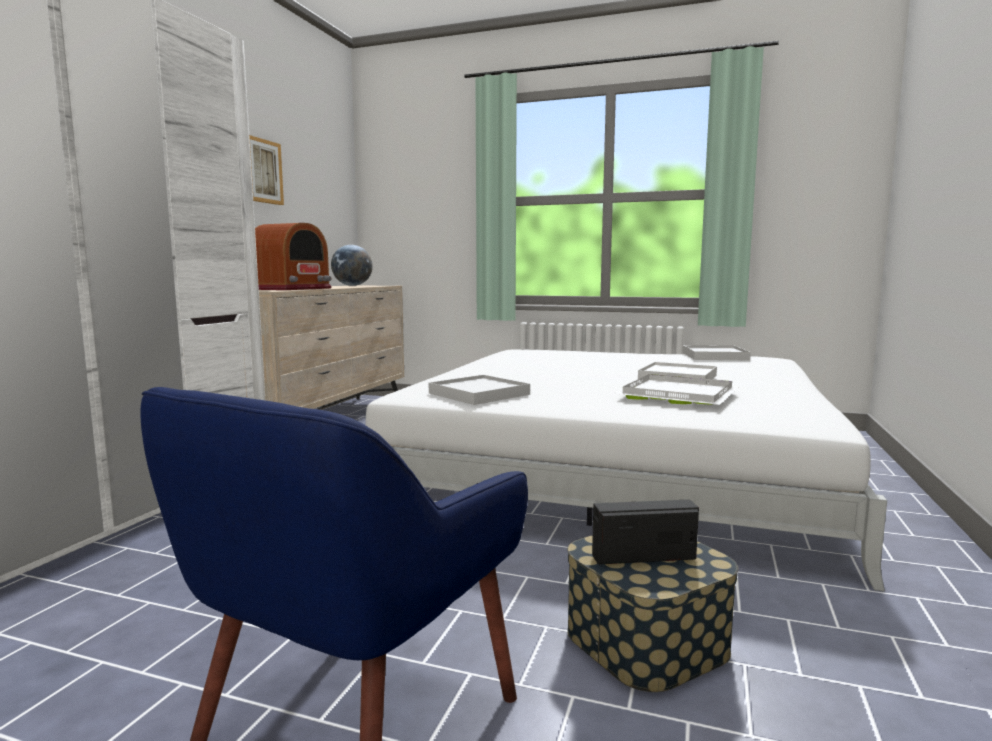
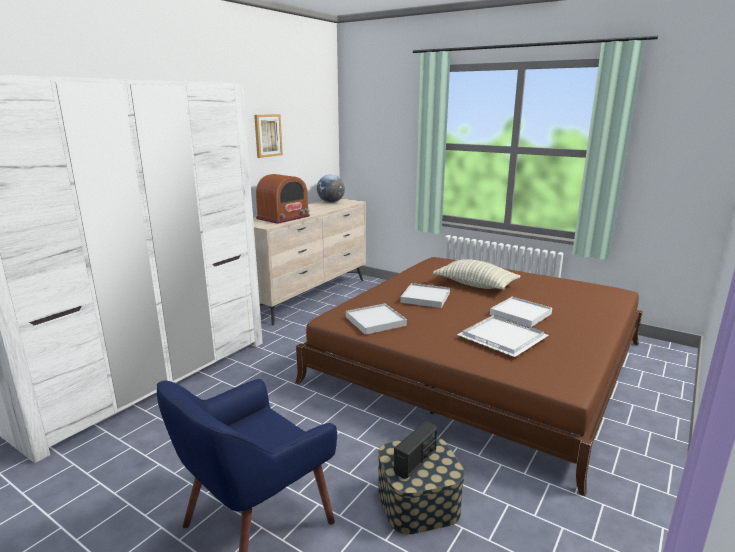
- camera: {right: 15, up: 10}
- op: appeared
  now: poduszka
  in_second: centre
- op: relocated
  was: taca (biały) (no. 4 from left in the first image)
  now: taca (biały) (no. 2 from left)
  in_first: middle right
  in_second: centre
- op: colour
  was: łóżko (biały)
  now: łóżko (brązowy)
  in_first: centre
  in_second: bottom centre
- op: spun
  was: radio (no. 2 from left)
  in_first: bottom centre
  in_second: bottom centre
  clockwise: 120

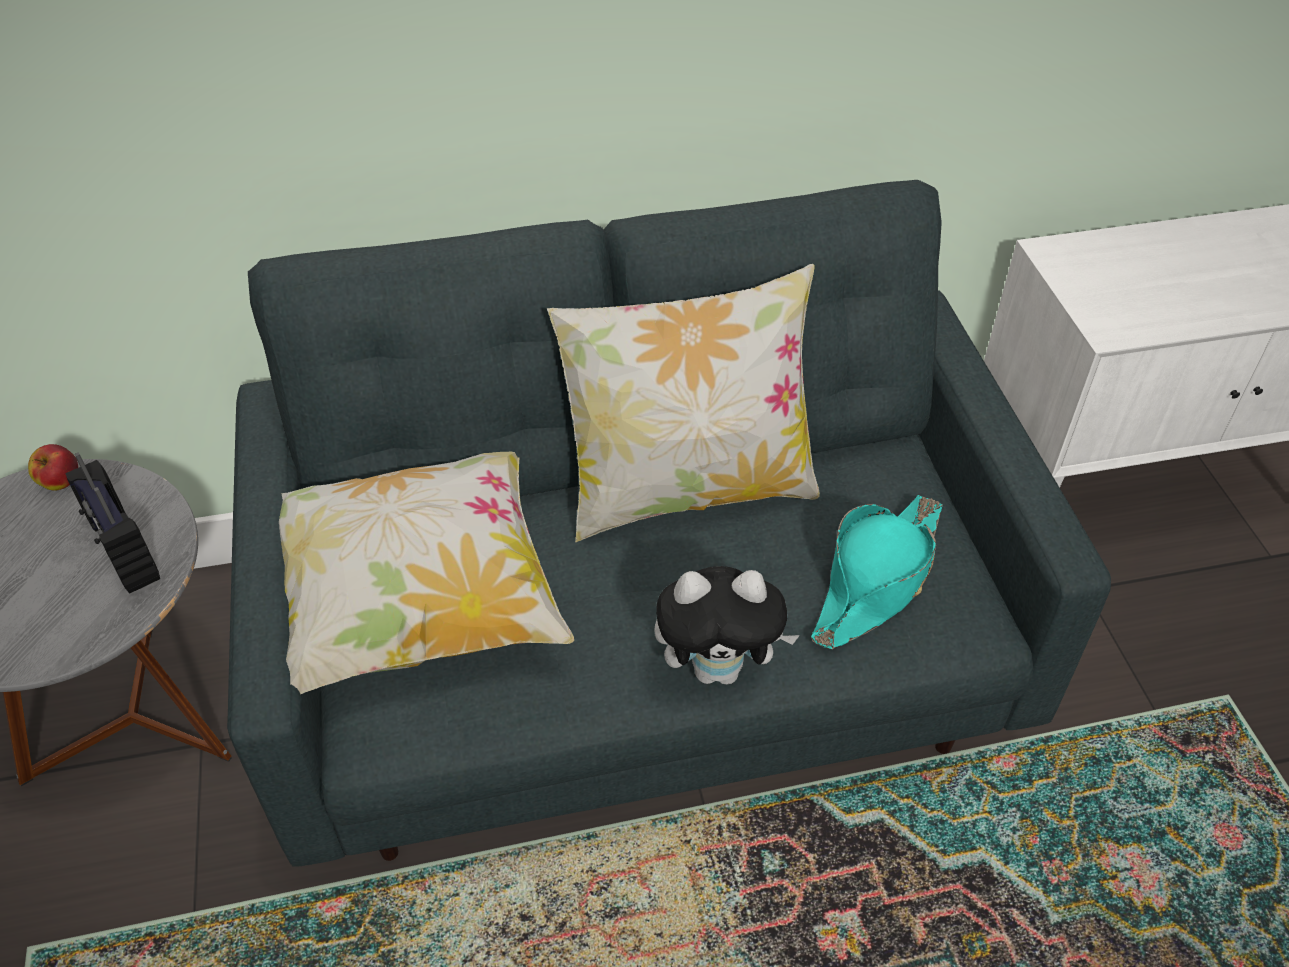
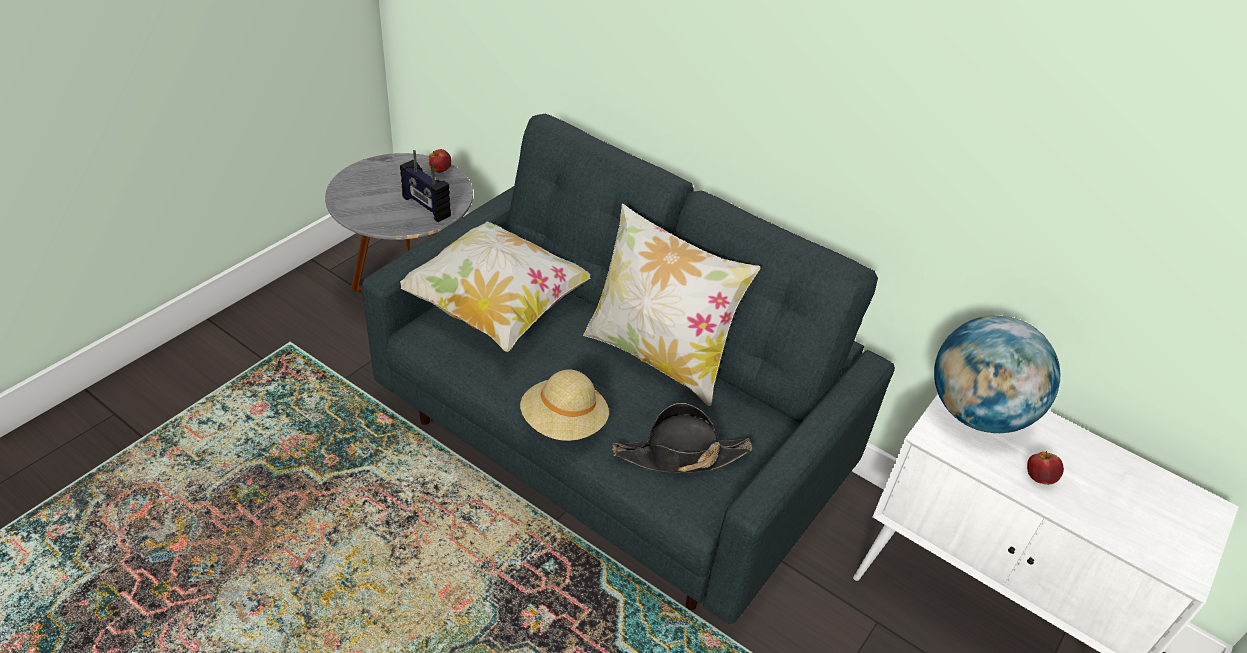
- camera: {right: 45, up: -5}
- op: appeared
  now: globus
  in_second: middle right
- op: appeared
  now: jabłko (no. 2 from left)
  in_second: bottom right
- op: exchanged
  was: pluszak
  now: kapelusz (beżowy)
  in_first: centre
  in_second: centre
- op: colour
  was: kapelusz (turkusowy)
  now: kapelusz (czarny)
  in_first: middle right
  in_second: bottom centre
- op: spun
  was: radio
  in_first: middle left
  in_second: top centre
  clockwise: -60

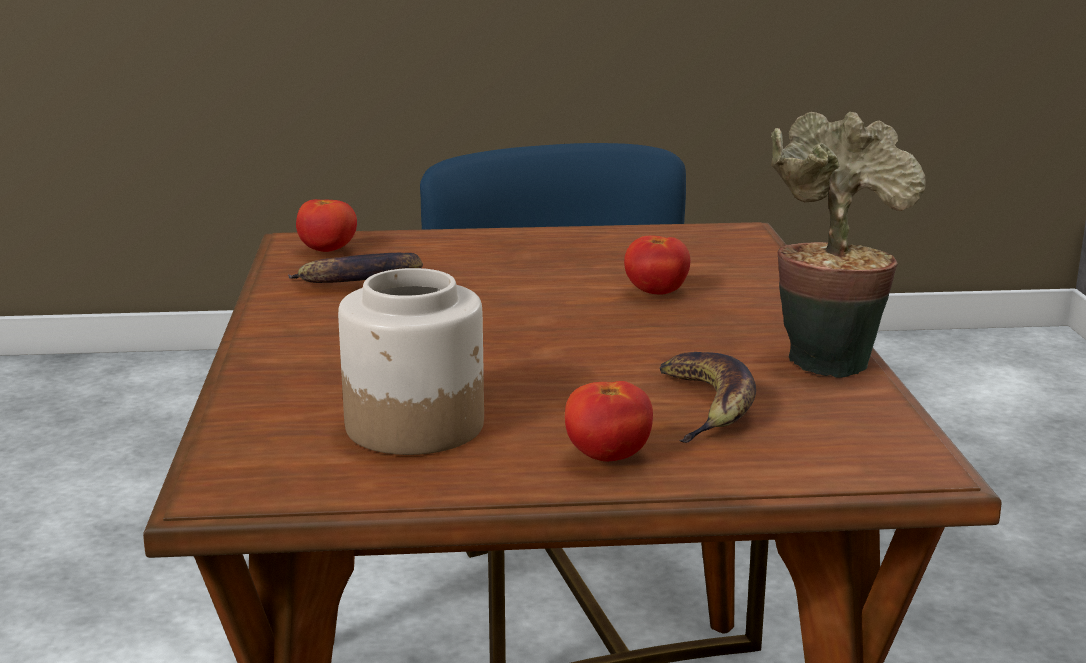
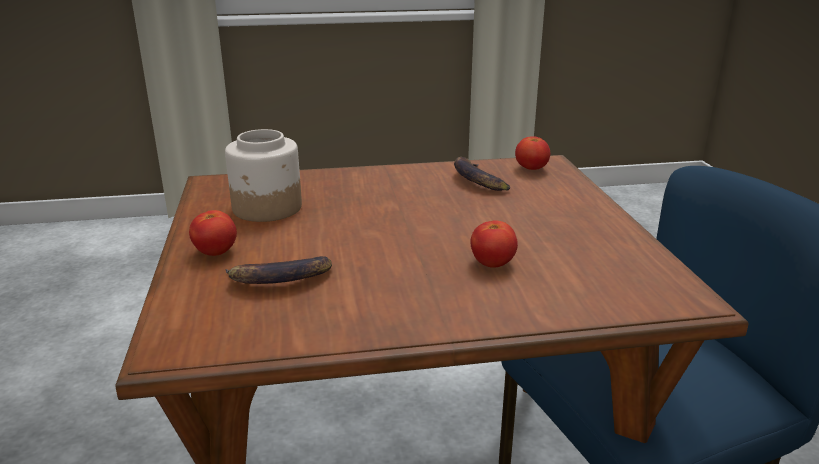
- camera: {right: 85, up: 5}
- op: missing
  was: roślina doniczkowa
  in_first: middle right

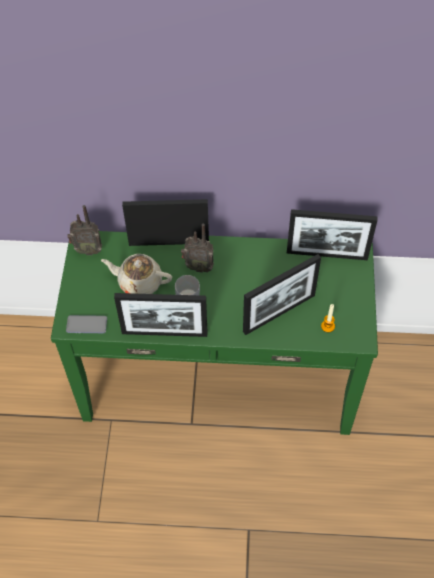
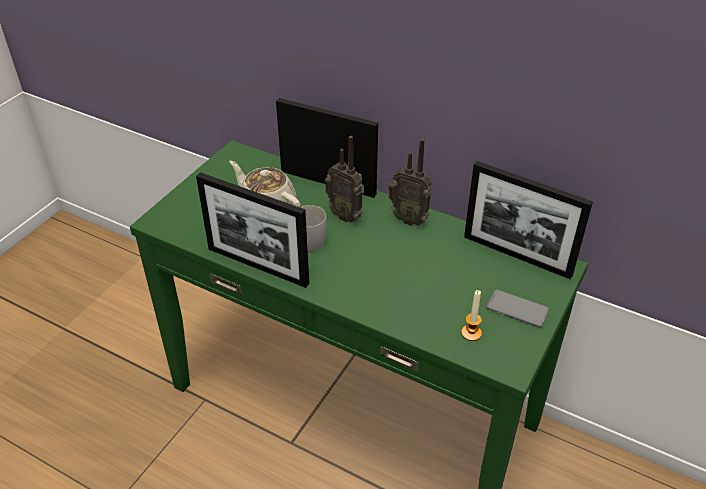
- camera: {right: 25, up: -15}
- op: missing
  was: ramka na zdjęcie (no. 3 from left)
  in_first: centre
- op: relocated
  was: telefon
  in_first: middle left
  in_second: middle right
- op: relocated
  was: radio (no. 1 from left in the first image)
  now: radio (no. 2 from left)
  in_first: middle left
  in_second: centre

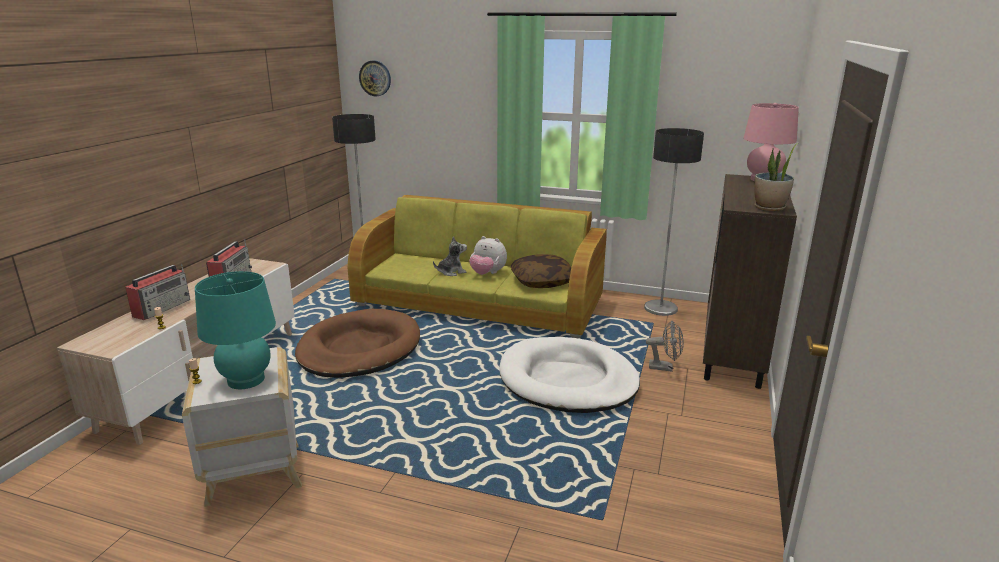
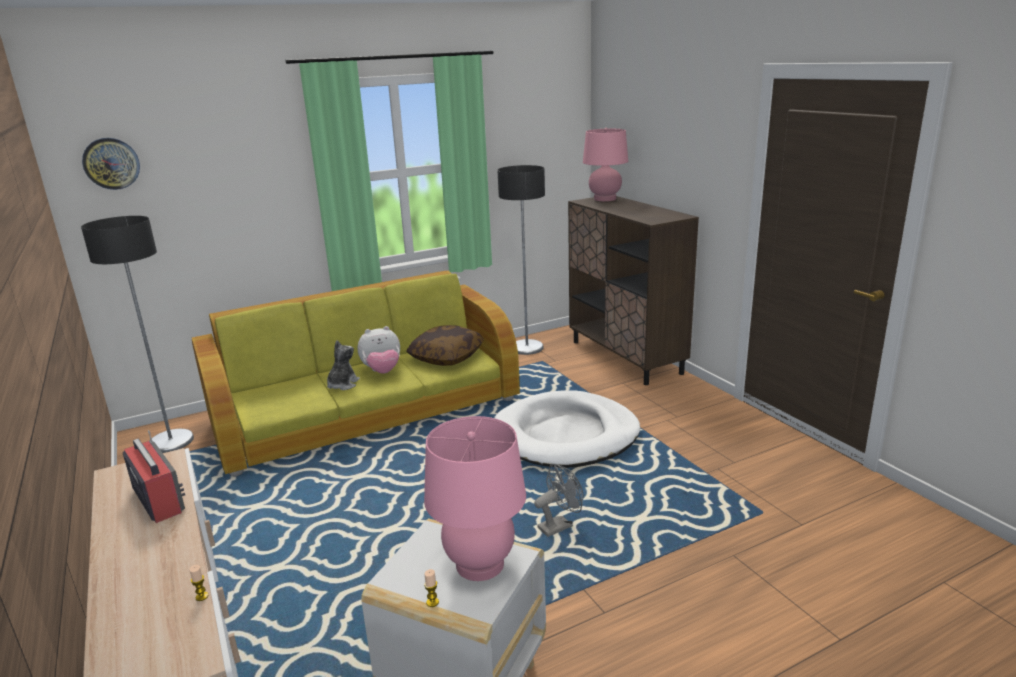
- camera: {right: -45, up: 0}
- op: missing
  was: radio (no. 1 from left)
  in_first: middle left
- op: missing
  was: legowisko (brązowy)
  in_first: centre
- op: missing
  was: roślina doniczkowa
  in_first: top right
- op: relocated
  was: wentylator (szary)
  in_first: centre
  in_second: bottom centre
- op: colour
  was: lampa stołowa (turkusowy)
  now: lampa stołowa (różowy) (no. 1 from left)
  in_first: middle left
  in_second: bottom centre

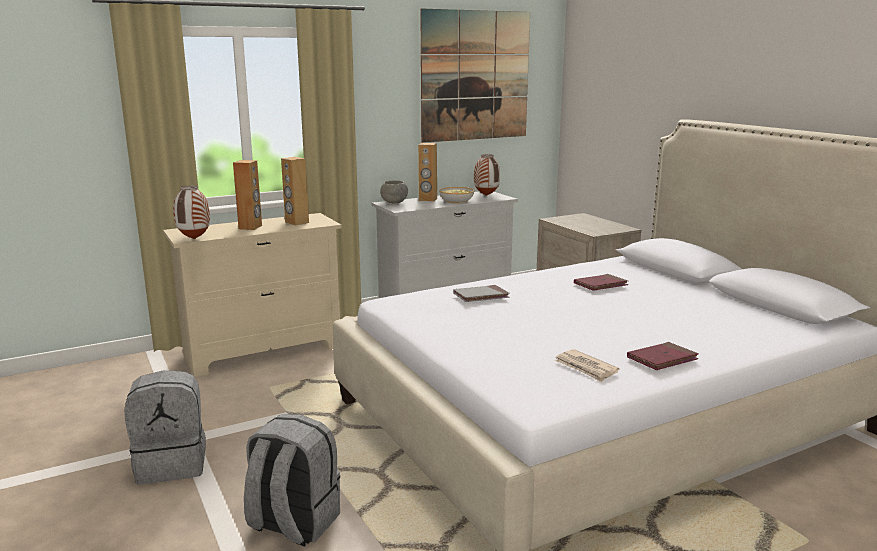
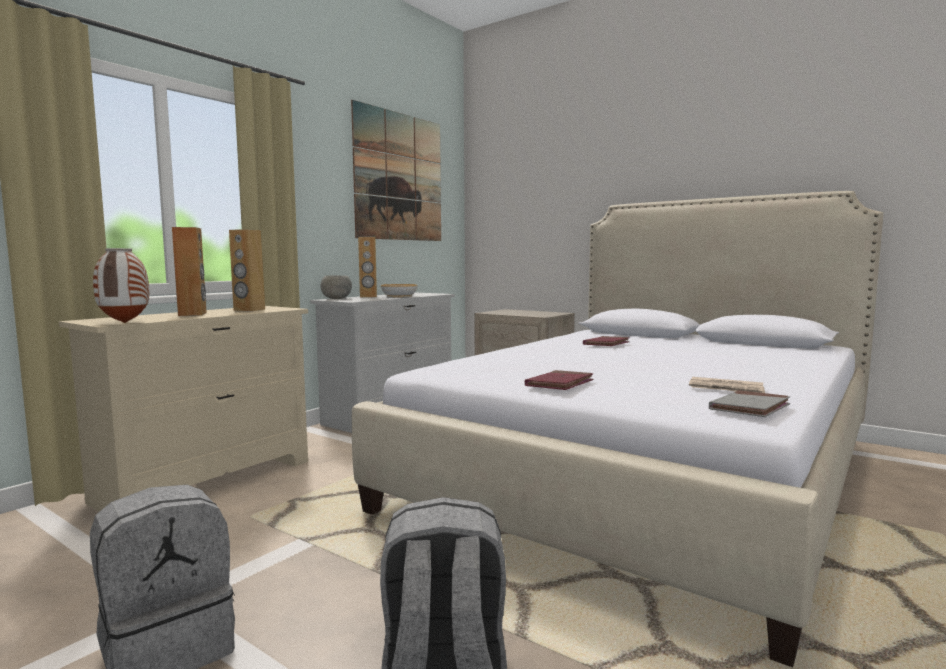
- camera: {right: -25, up: -10}
- op: missing
  was: wazon (no. 2 from left)
  in_first: top centre
- op: relocated
  was: książka (szary)
  in_first: centre
  in_second: middle right
- op: relocated
  was: książka (czerwony) (no. 2 from left in the first image)
  now: książka (czerwony) (no. 1 from left)
  in_first: middle right
  in_second: centre

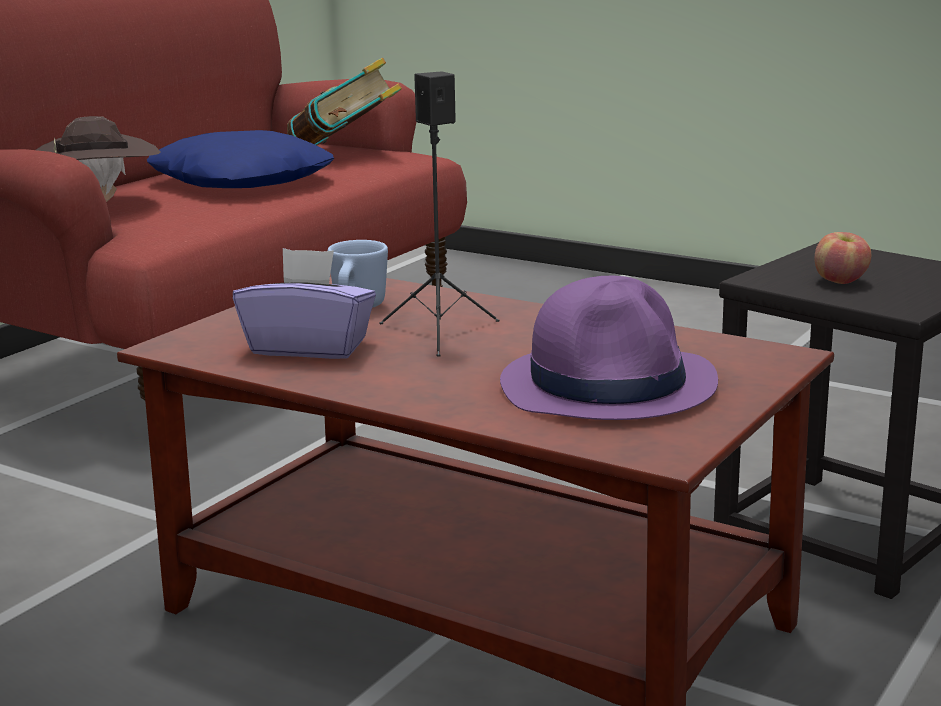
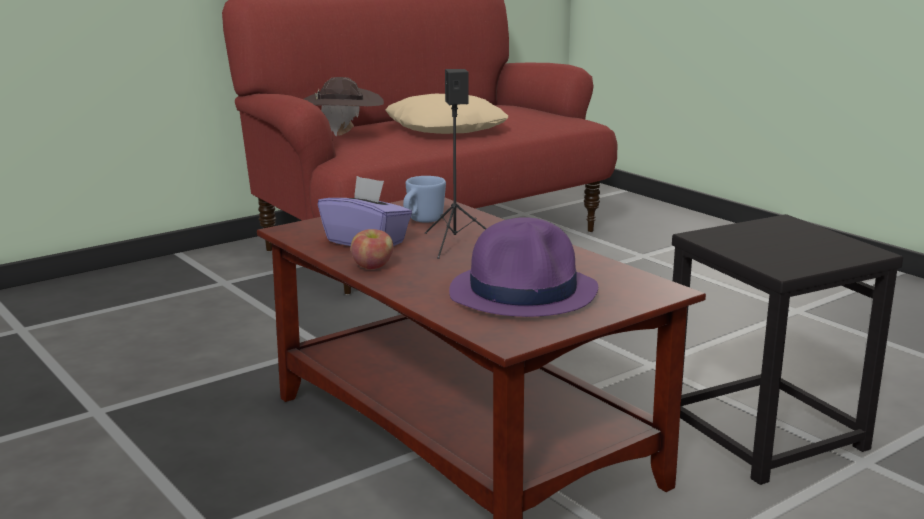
- camera: {right: 20, up: 0}
- op: missing
  was: książka
  in_first: top centre
- op: relocated
  was: jabłko
  in_first: middle right
  in_second: centre
- op: colour
  was: poduszka (niebieski)
  now: poduszka (beżowy)
  in_first: top left
  in_second: top centre

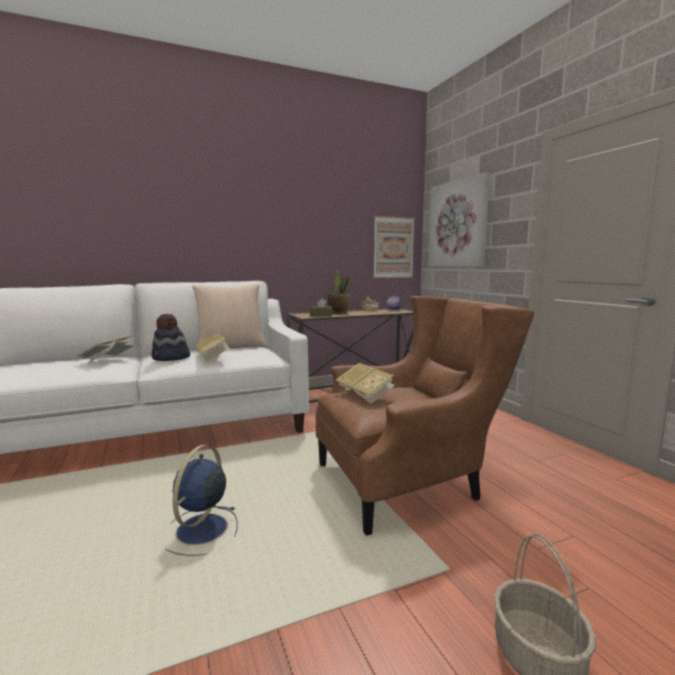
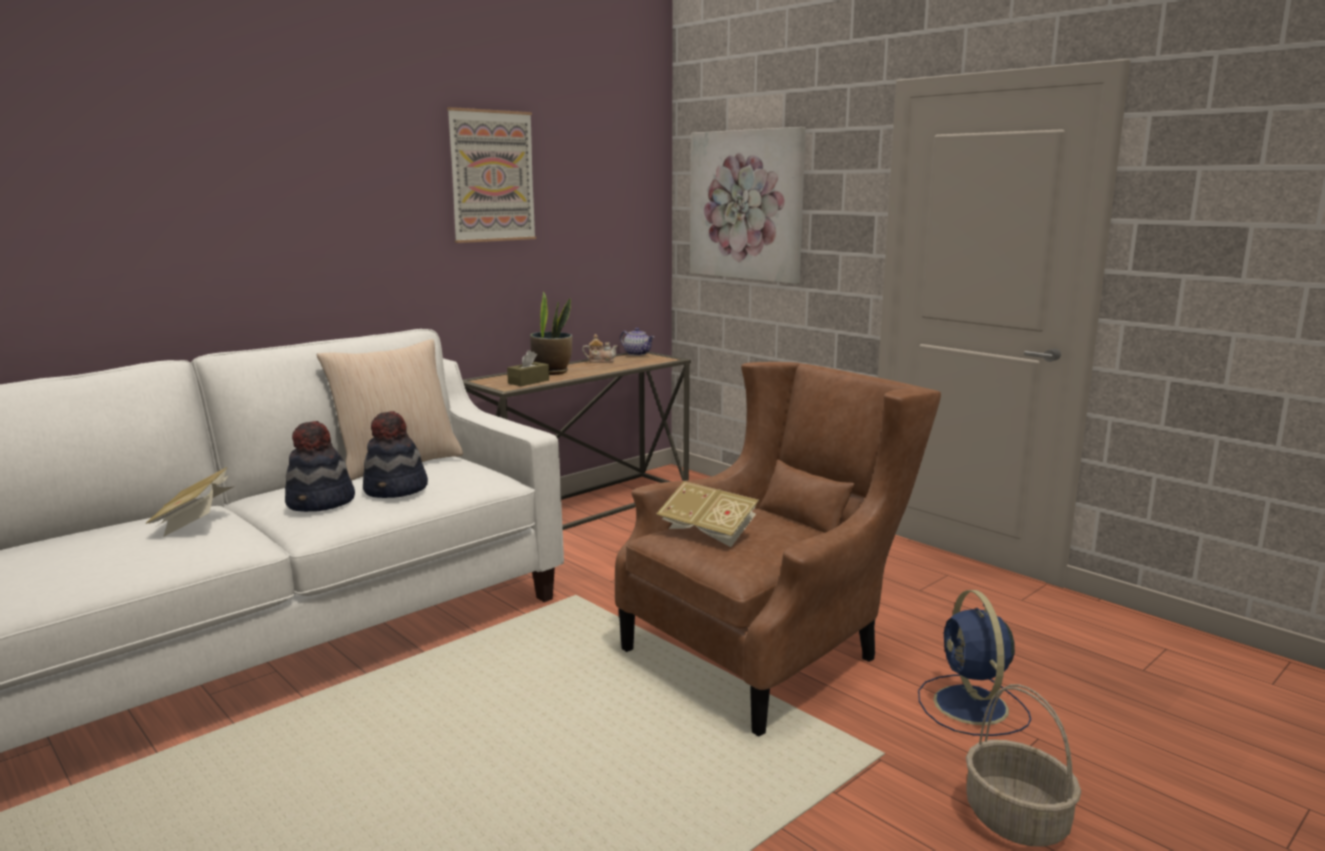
- camera: {right: -20, up: 5}
- op: relocated
  was: wentylator (niebieski)
  in_first: bottom left
  in_second: bottom right
- op: relocated
  was: obraz (no. 1 from left)
  in_first: centre
  in_second: top centre
- op: exchanged
  was: książka (no. 2 from left)
  now: kapelusz (no. 2 from left)
  in_first: middle left
  in_second: middle left

